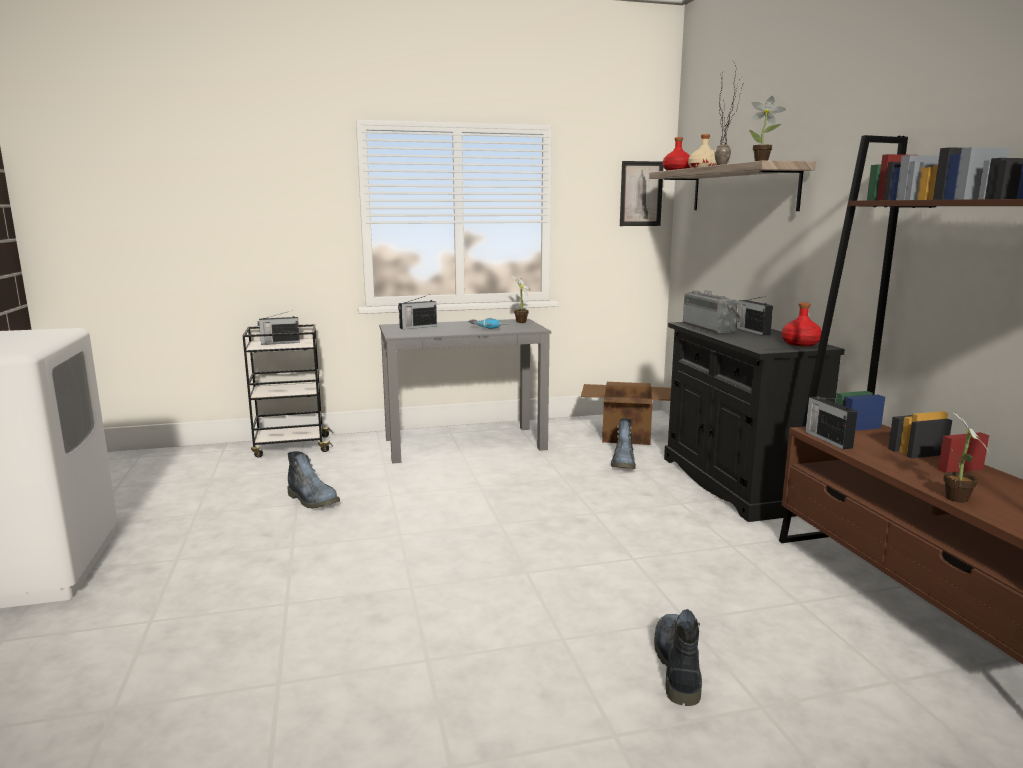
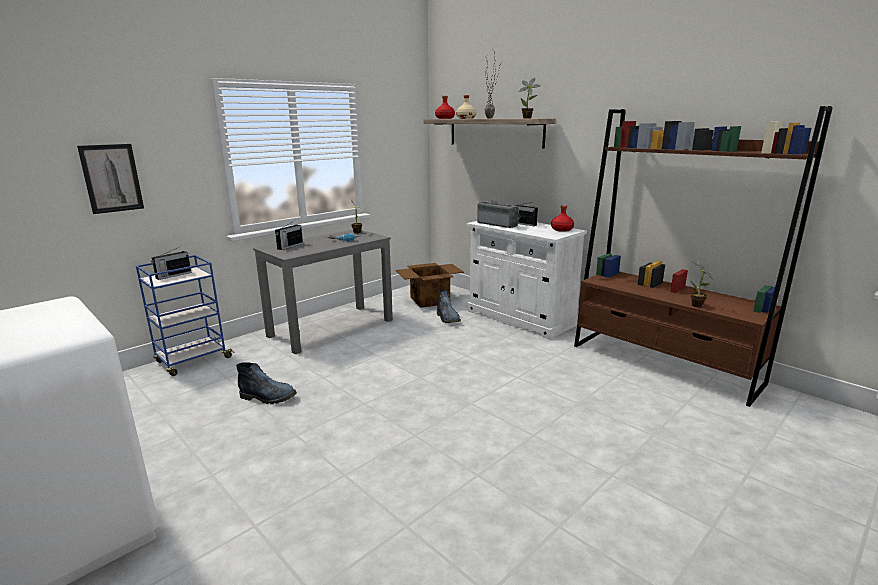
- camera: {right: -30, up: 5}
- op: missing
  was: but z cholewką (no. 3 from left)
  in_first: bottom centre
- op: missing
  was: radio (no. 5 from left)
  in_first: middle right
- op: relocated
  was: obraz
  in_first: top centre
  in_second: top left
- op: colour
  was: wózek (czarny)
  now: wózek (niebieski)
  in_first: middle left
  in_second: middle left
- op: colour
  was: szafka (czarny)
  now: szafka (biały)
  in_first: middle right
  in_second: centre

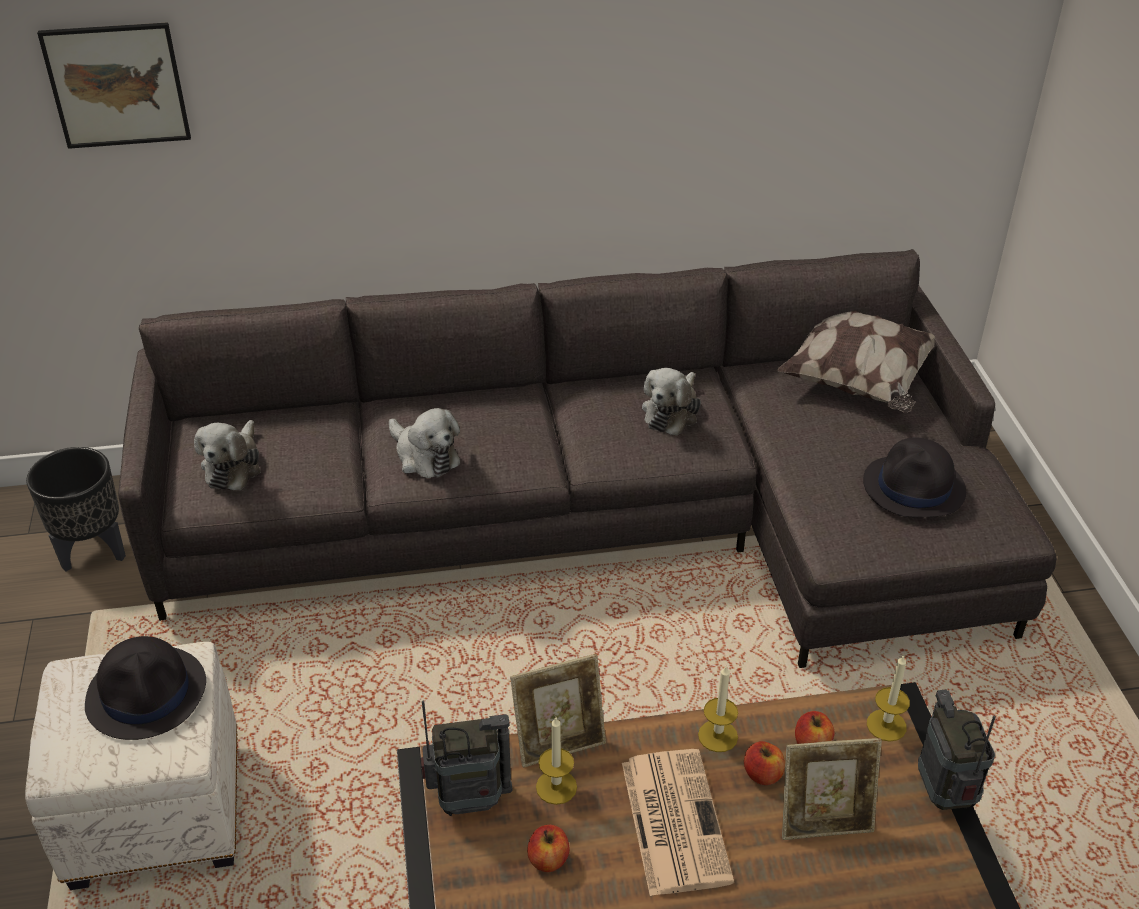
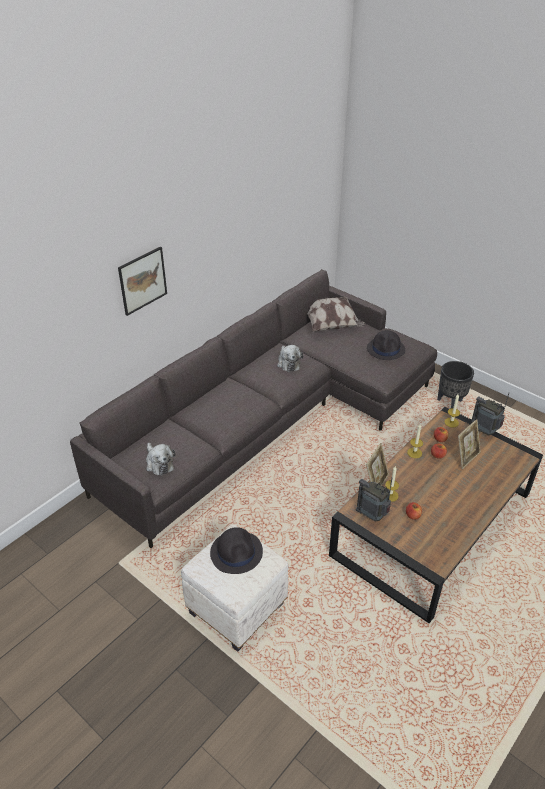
- camera: {right: -40, up: 0}
- op: missing
  was: pluszak (no. 2 from left)
  in_first: centre
- op: missing
  was: gazeta
  in_first: bottom centre
- op: relocated
  was: donica (czarny)
  in_first: middle left
  in_second: middle right
- op: relocated
  was: obraz
  in_first: top left
  in_second: middle left
- op: spun
  was: radio (no. 1 from left)
  in_first: bottom centre
  in_second: middle right
  clockwise: -90

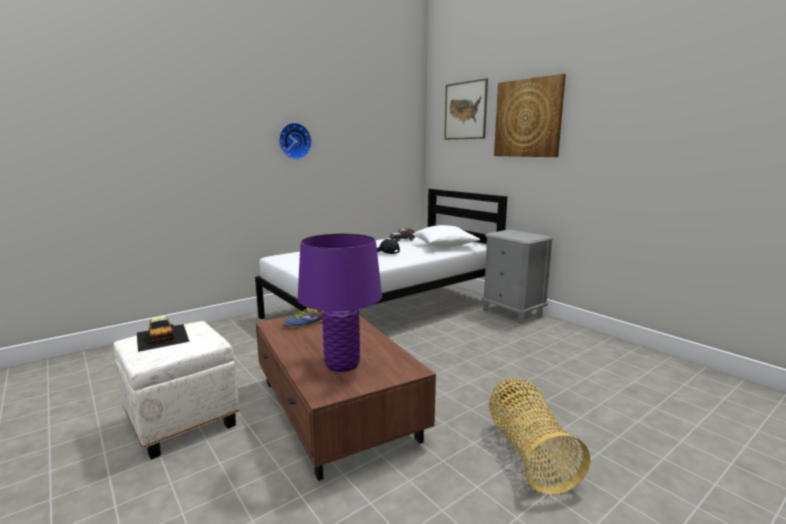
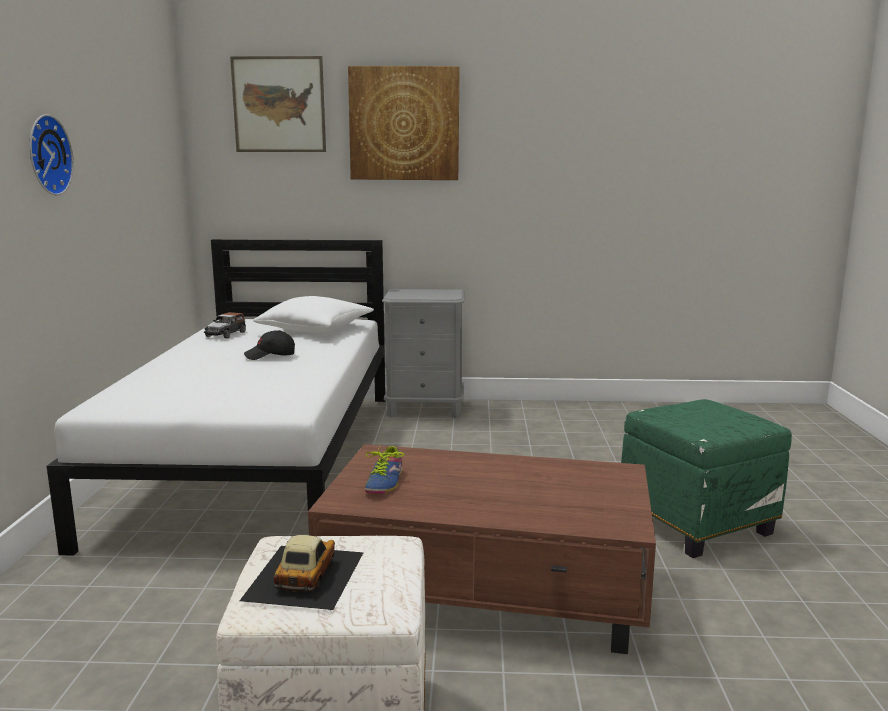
- camera: {right: -50, up: 0}
- op: missing
  was: lampa stołowa (fioletowy)
  in_first: centre
- op: exchanged
  was: koszyk
  now: pufa (zielony)
  in_first: bottom right
  in_second: bottom right
- op: spun
  was: samochodzik (no. 1 from left in the first image)
  in_first: middle left
  in_second: bottom centre
  clockwise: -90

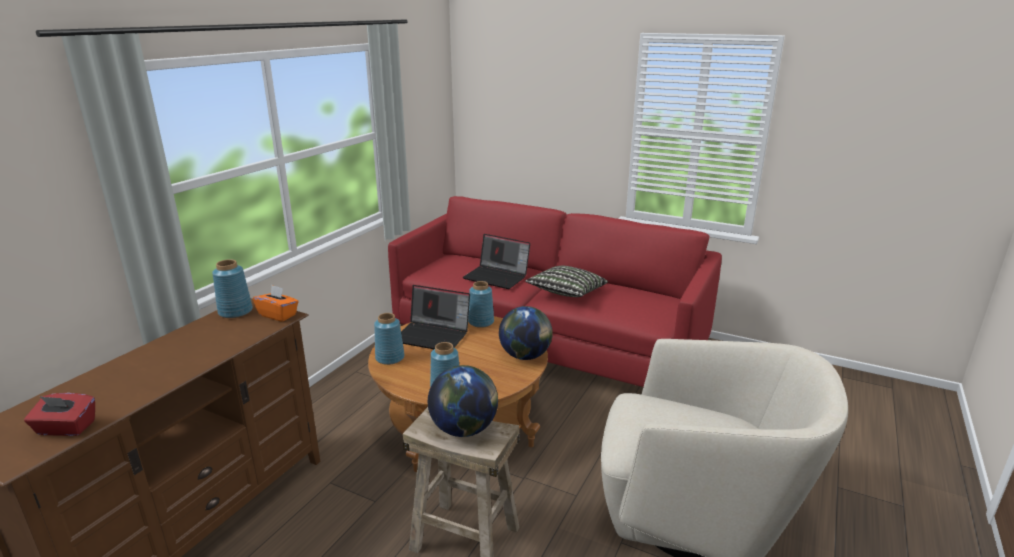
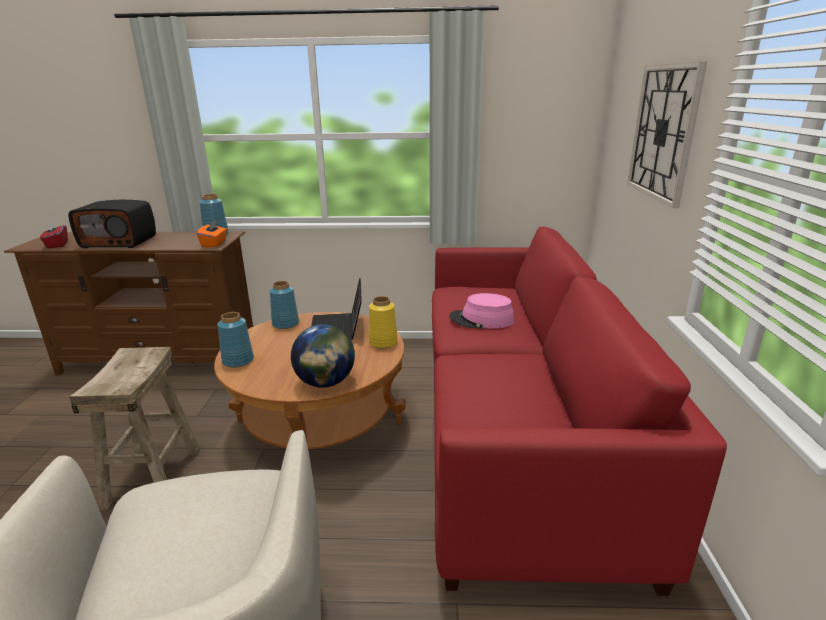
- camera: {right: 65, up: 0}
- op: missing
  was: globus (no. 1 from left)
  in_first: bottom centre
- op: missing
  was: poduszka
  in_first: centre
- op: appeared
  now: radio
  in_second: middle left
- op: appeared
  now: zegar ścienny
  in_second: top right
- op: exchanged
  was: laptop (no. 2 from left)
  now: kapelusz (różowy)
  in_first: centre
  in_second: centre
- op: colour
  was: wazon (niebieski) (no. 4 from left)
  now: wazon (żółty)
  in_first: centre
  in_second: centre

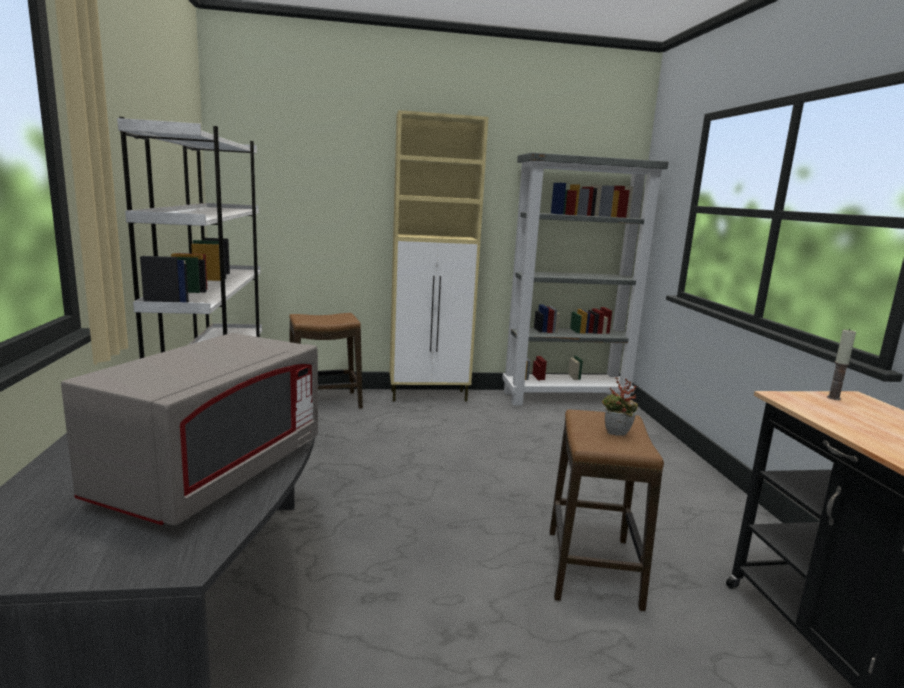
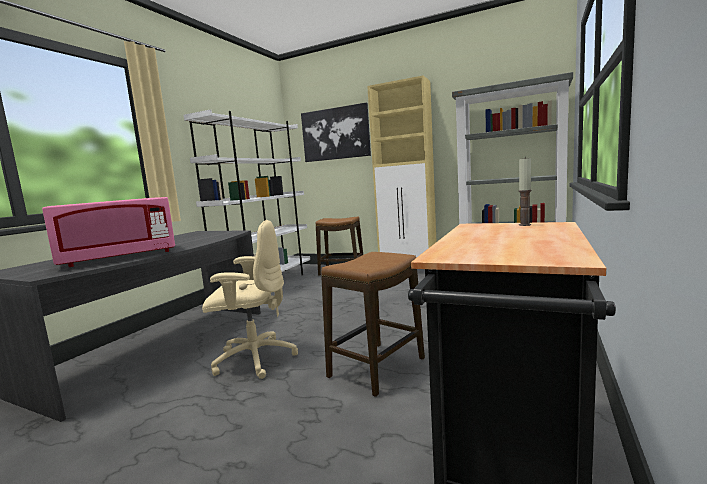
- camera: {right: 35, up: -5}
- op: missing
  was: roślina doniczkowa
  in_first: middle right
- op: appeared
  now: krzesło biurowe (beżowy)
  in_second: centre
- op: appeared
  now: obraz
  in_second: top centre
- op: colour
  was: mikrofalówka (szary)
  now: mikrofalówka (różowy)
  in_first: middle left
  in_second: middle left

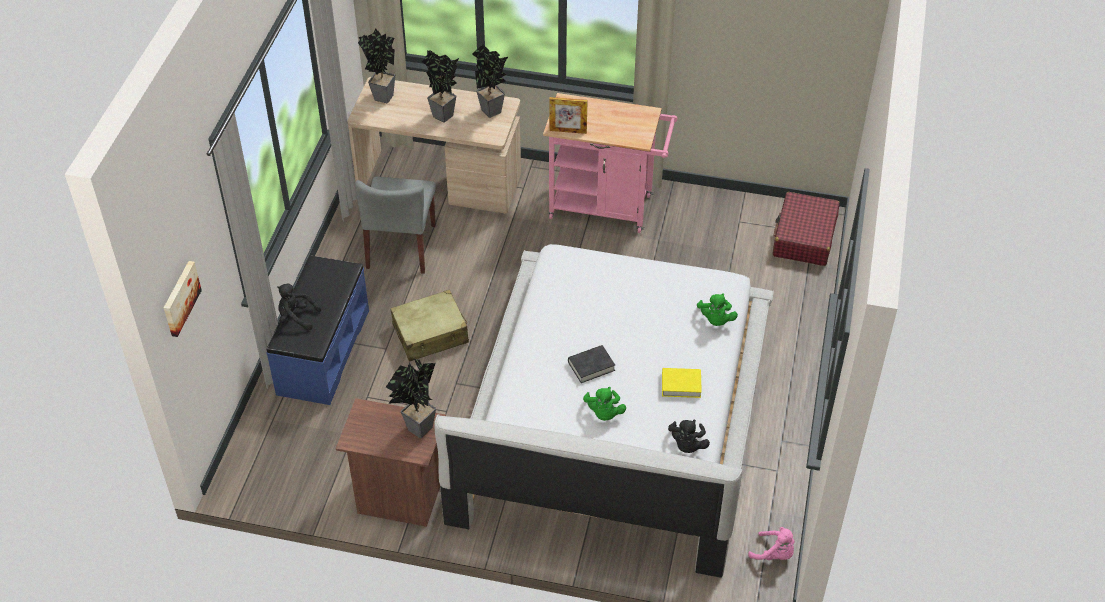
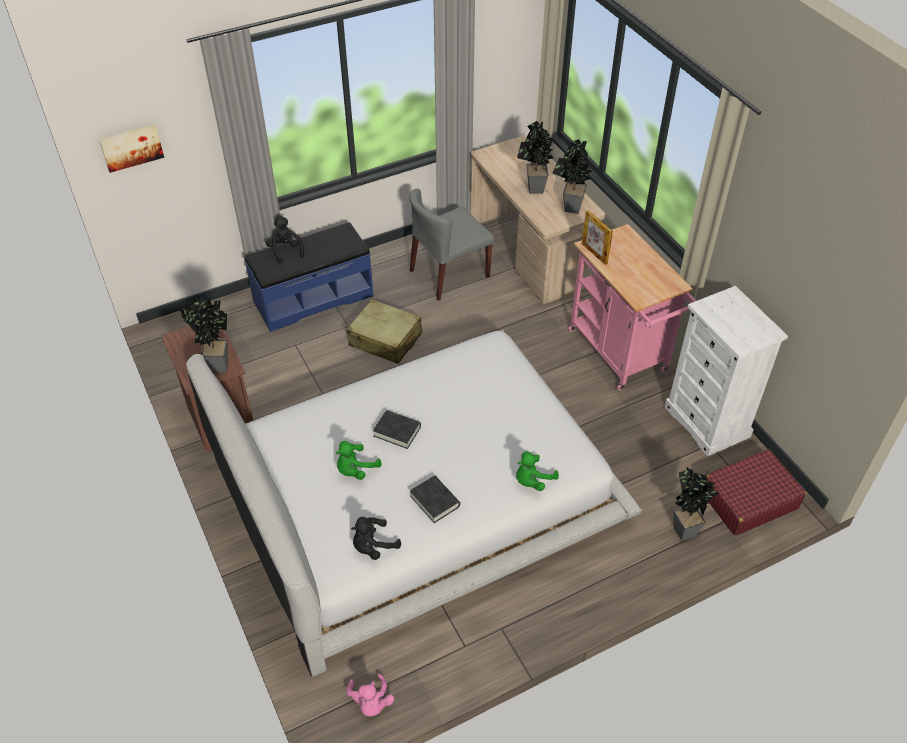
- camera: {right: 50, up: 0}
- op: appeared
  now: komoda (biały)
  in_second: middle right
- op: relocated
  was: roślina doniczkowa (no. 1 from left in the first image)
  now: roślina doniczkowa (no. 4 from left)
  in_first: top centre
  in_second: bottom right
- op: colour
  was: książka (żółty)
  now: książka (czarny) (no. 2 from left)
  in_first: centre
  in_second: bottom centre

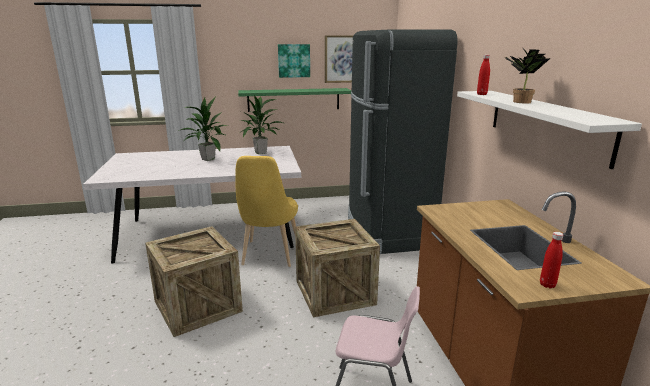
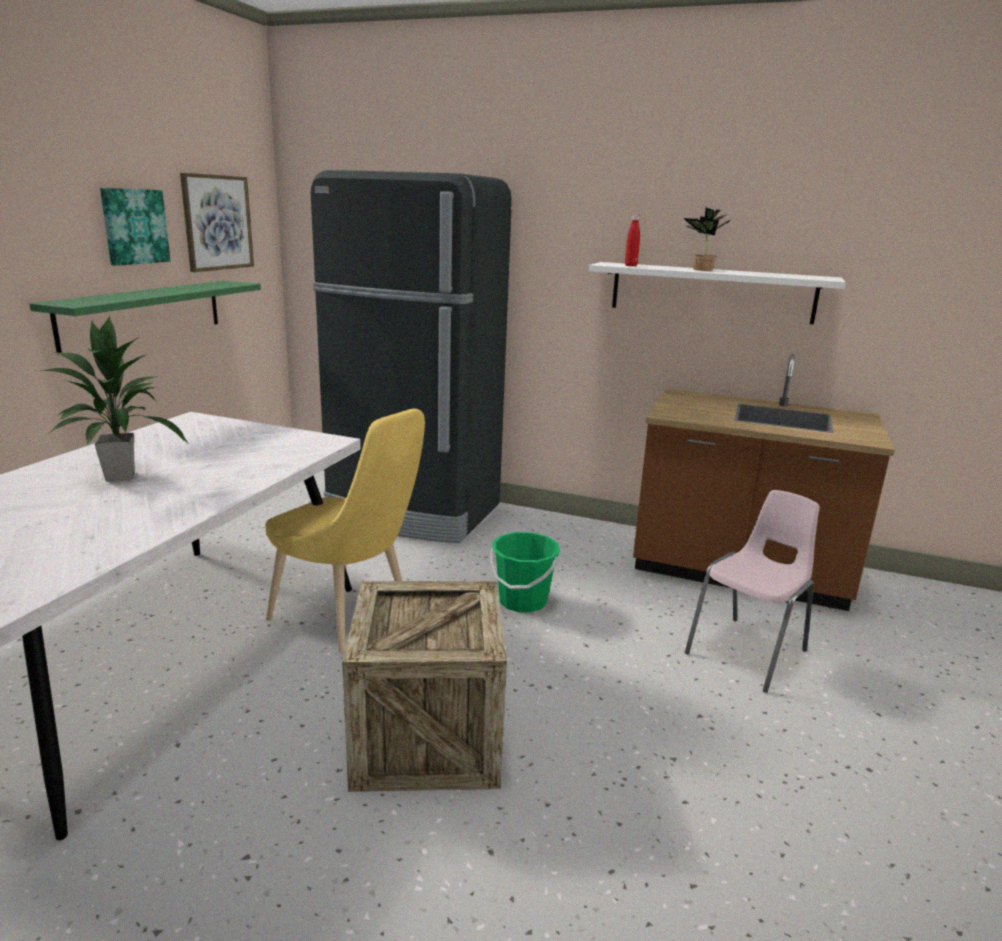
- camera: {right: -60, up: 0}
- op: missing
  was: roślina doniczkowa (no. 2 from left)
  in_first: top centre
- op: missing
  was: butelka (czerwony) (no. 2 from left)
  in_first: bottom right
- op: exchanged
  was: skrzynka (no. 2 from left)
  now: wiadro (zielony)
  in_first: bottom centre
  in_second: centre

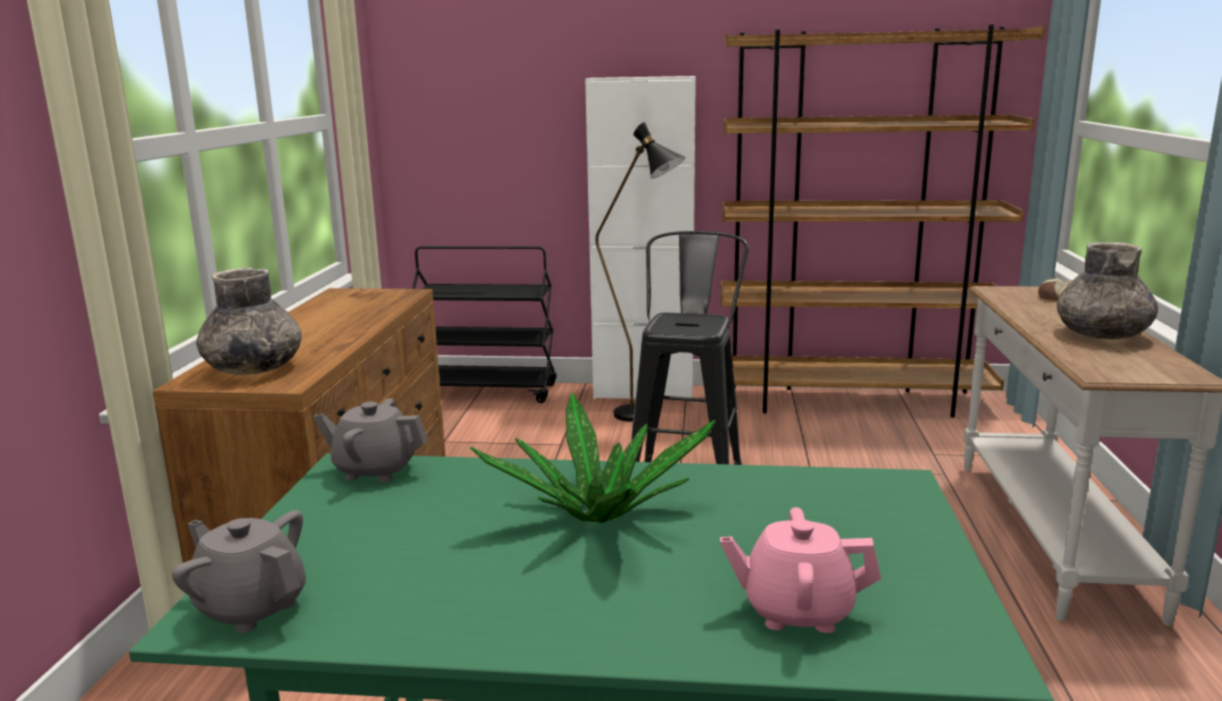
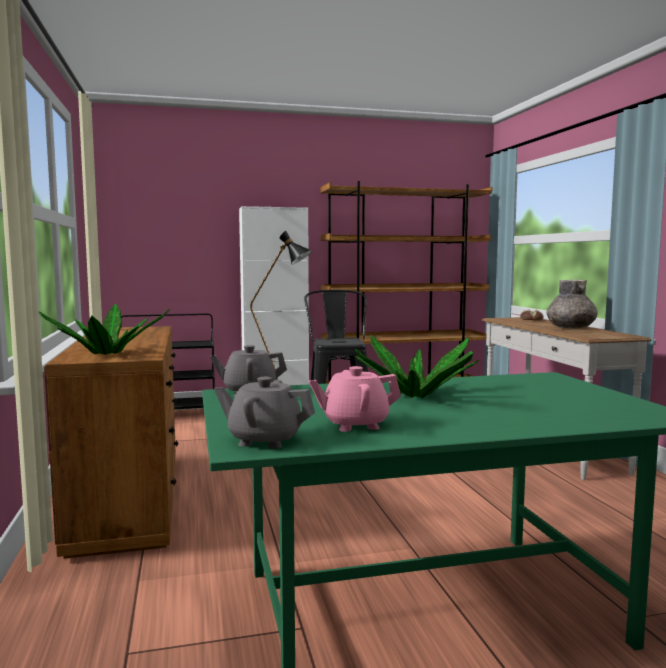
- camera: {right: -20, up: -10}
- op: relocated
  was: imbryk (różowy)
  in_first: bottom centre
  in_second: centre
- op: exchanged
  was: wazon (szary) (no. 1 from left)
  now: roślina doniczkowa (no. 1 from left)
  in_first: middle left
  in_second: middle left

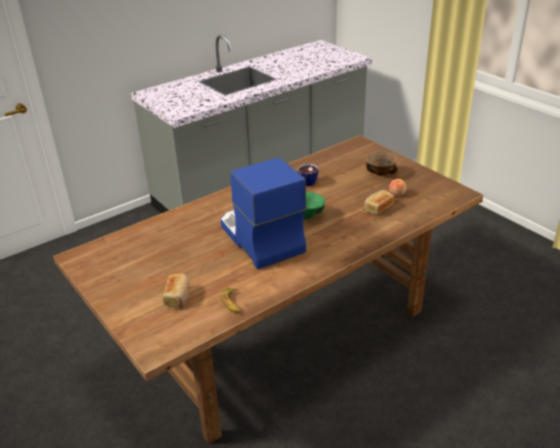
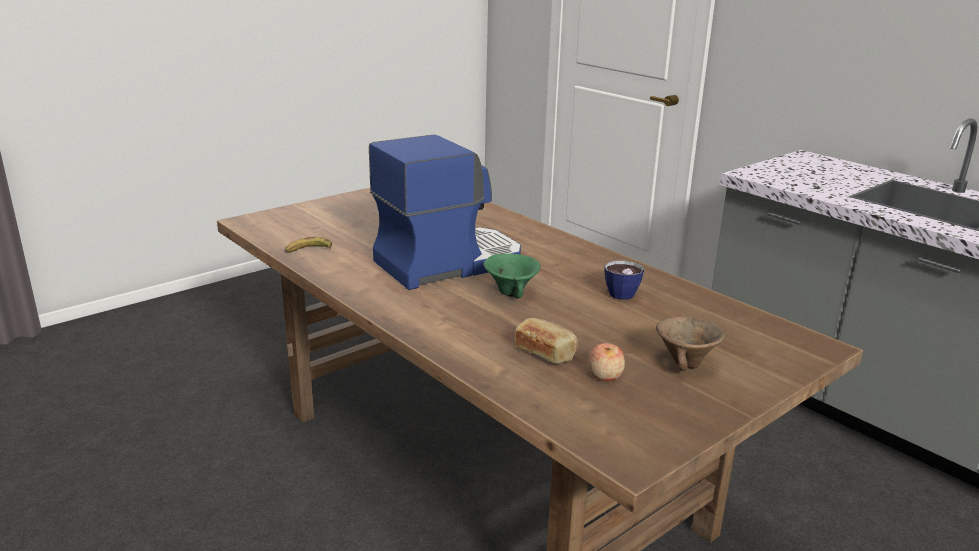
- camera: {right: 85, up: -10}
- op: missing
  was: chleb (no. 1 from left)
  in_first: middle left

